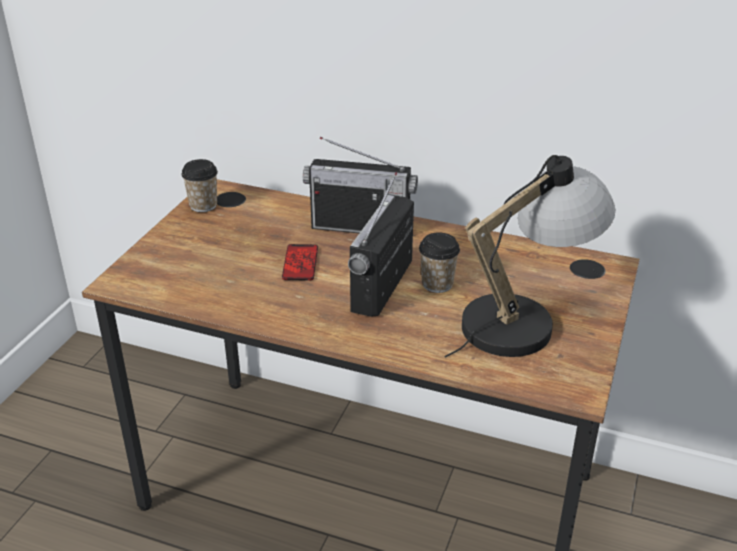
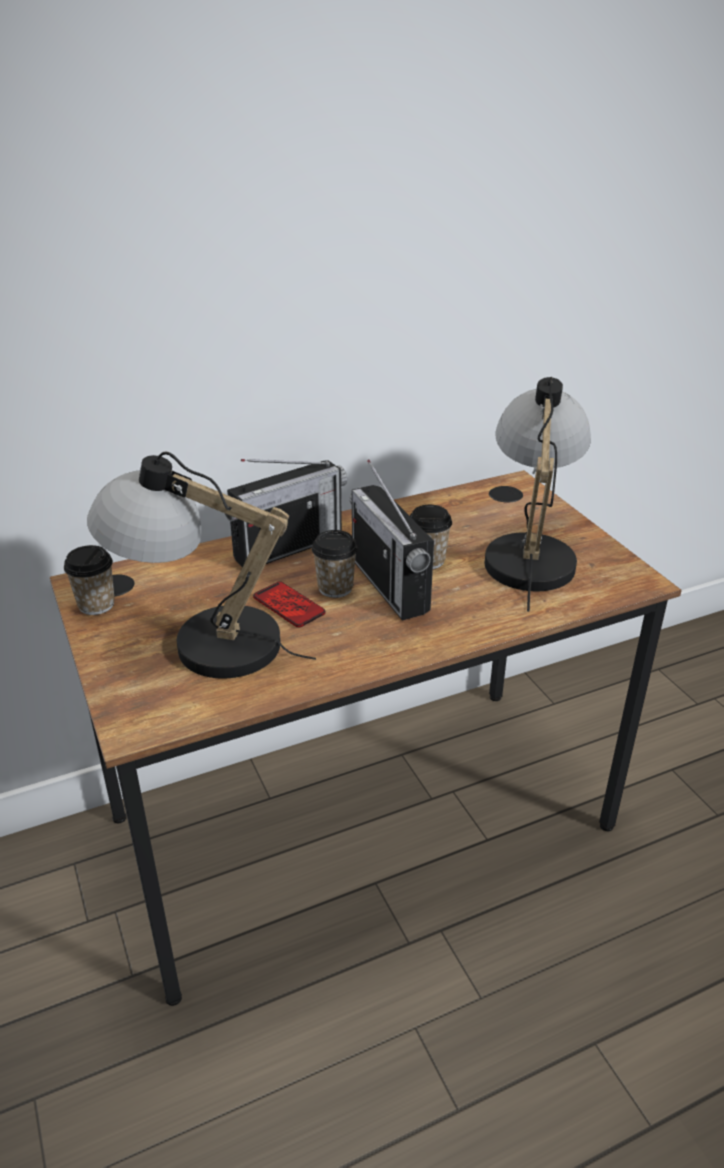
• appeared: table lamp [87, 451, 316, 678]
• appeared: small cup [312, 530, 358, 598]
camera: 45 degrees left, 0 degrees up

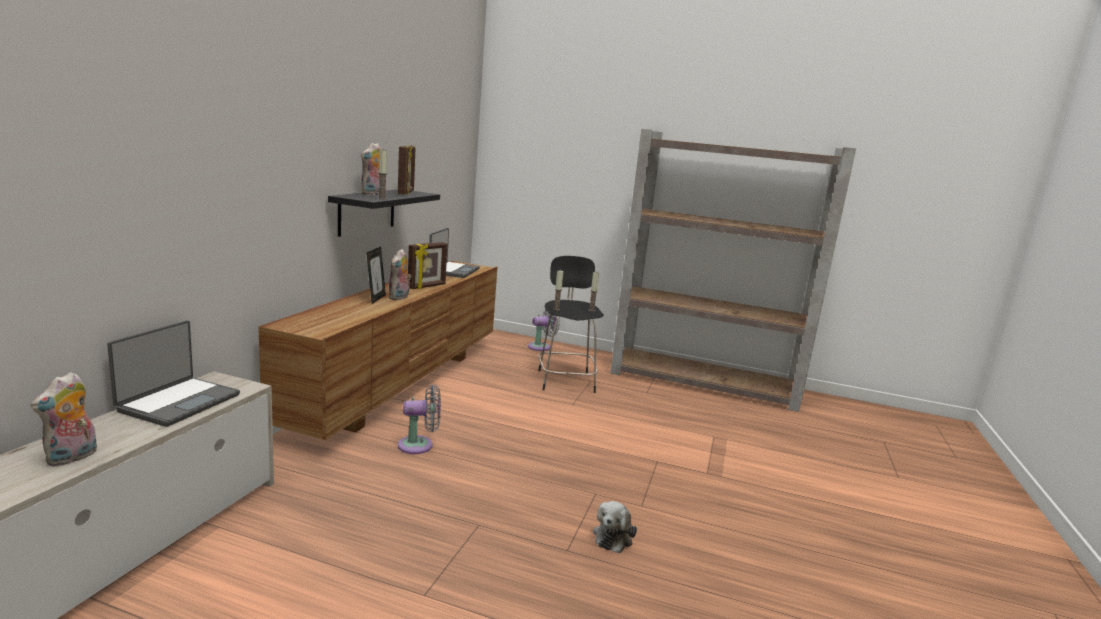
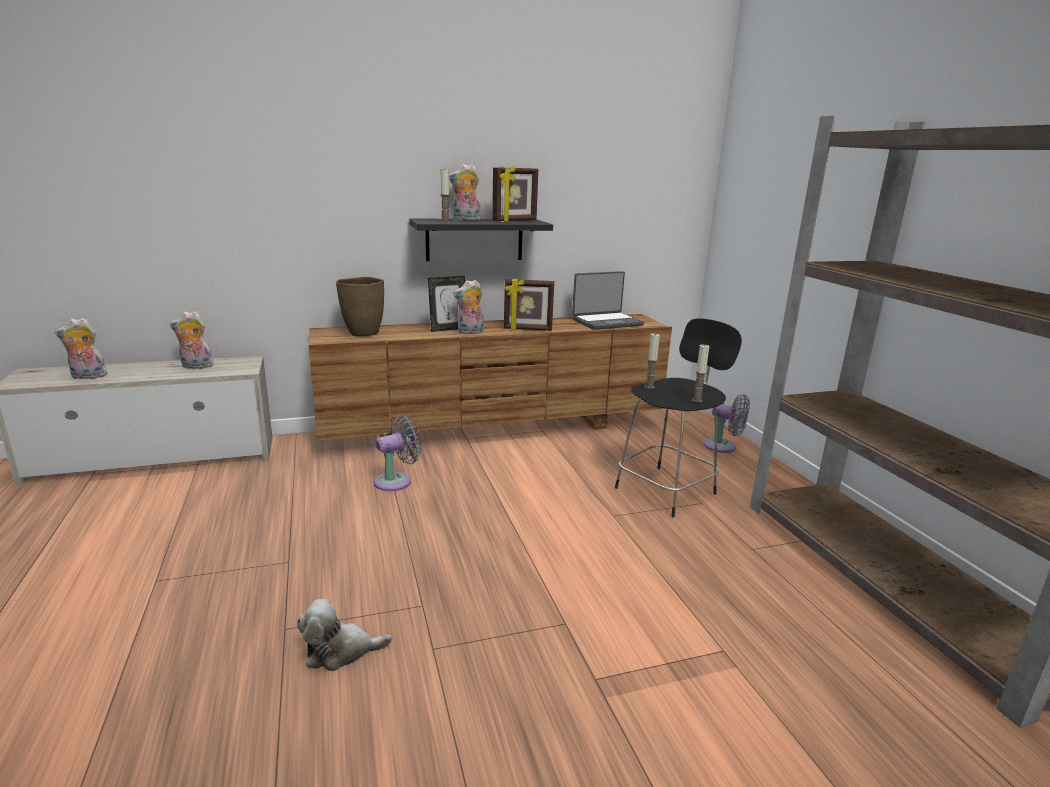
• exchanged: portable computer [107, 320, 240, 427] to soft toy [170, 311, 213, 369]
• appeared: brown decorative vase [336, 277, 384, 336]
• spun: greyish fan [398, 385, 441, 454] = [374, 416, 421, 491] 75 degrees counterclockwise
camera: 55 degrees right, 5 degrees up

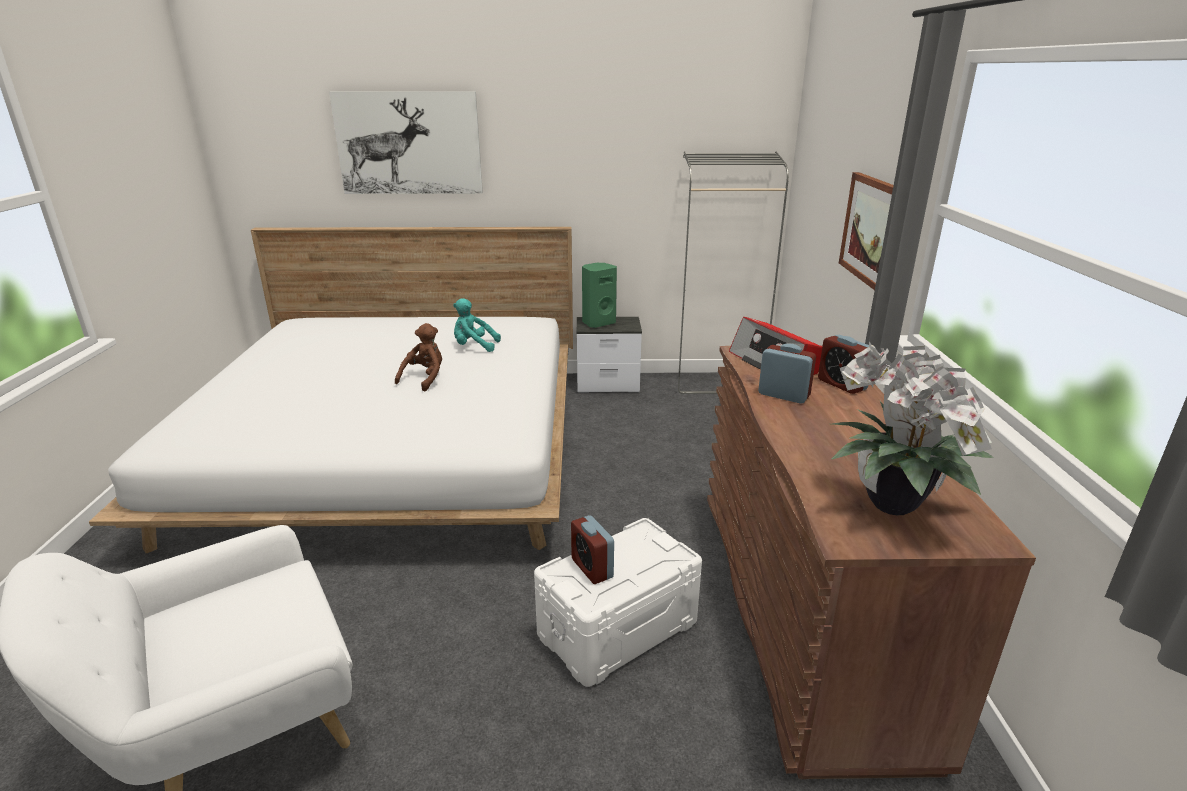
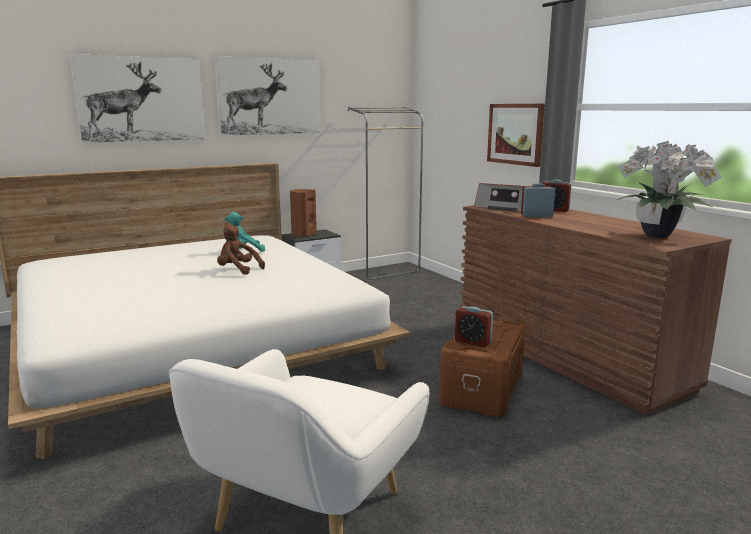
• appeared: picture [214, 56, 321, 136]
• spun: brown soft toy [395, 323, 442, 391] = [217, 224, 265, 275] 60 degrees counterclockwise
• colour: greenish audio speaker [582, 263, 617, 328] to brown audio speaker [290, 189, 317, 238]
• colour: white-coloured storage container [534, 518, 702, 687] to brown storage container [439, 320, 525, 417]
camera: 30 degrees left, 10 degrees down

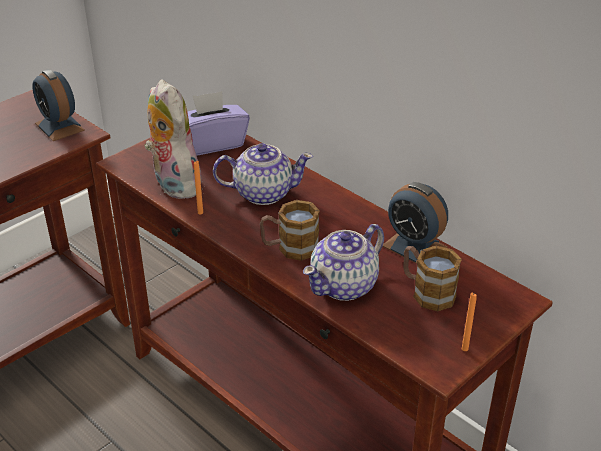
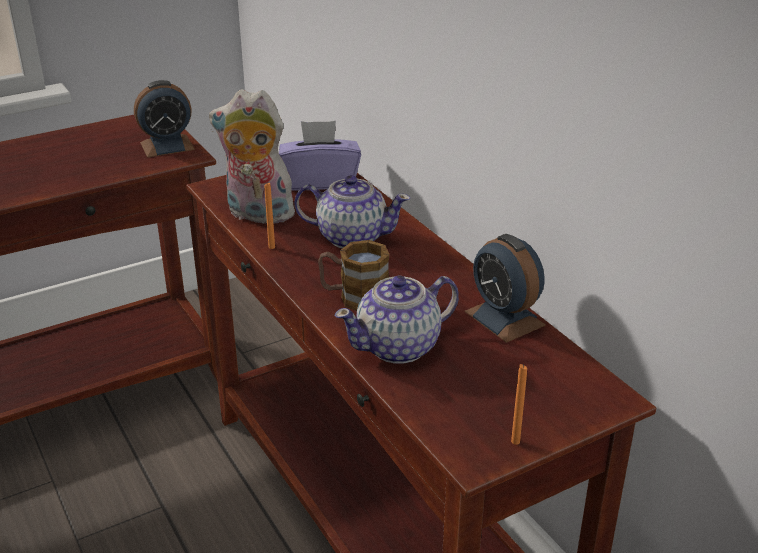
• spun: bedside clock [32, 69, 85, 141] = [134, 80, 195, 158] 90 degrees counterclockwise
• spun: soft toy [144, 79, 201, 199] = [209, 89, 295, 224] 60 degrees counterclockwise
• missing: tea mug [403, 246, 462, 311]
camera: 15 degrees right, 5 degrees down

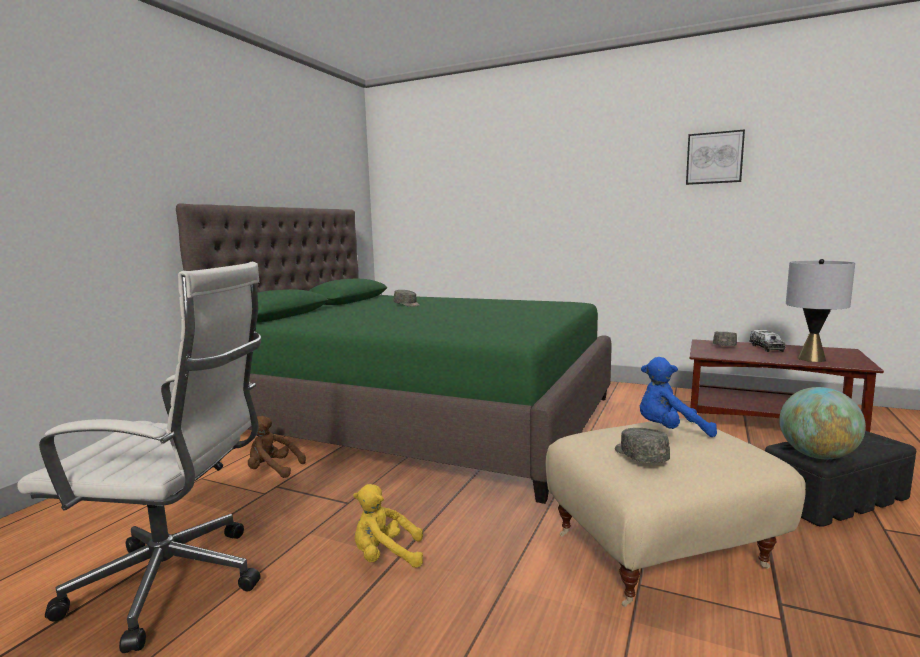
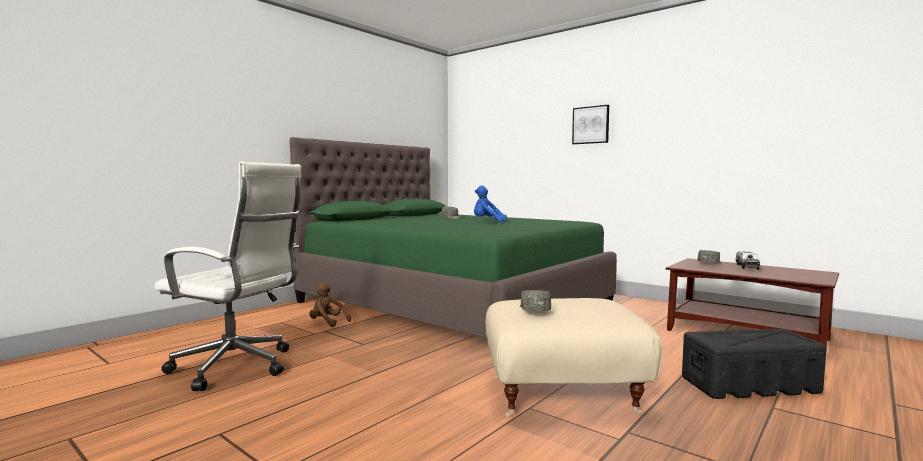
• relocated: blue soft toy [640, 357, 717, 437] to [474, 186, 507, 222]
• relocated: picture [686, 129, 745, 185] to [572, 105, 609, 144]
• missing: yellowish soft toy [353, 484, 423, 568]
• missing: world globe [779, 387, 866, 459]
• missing: greyish table lamp [786, 259, 855, 362]
camera: 15 degrees right, 5 degrees down

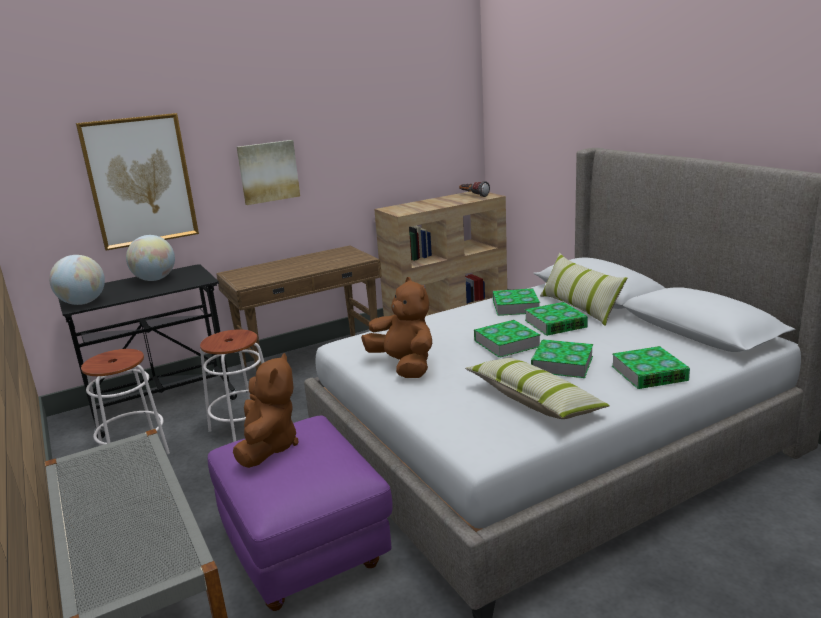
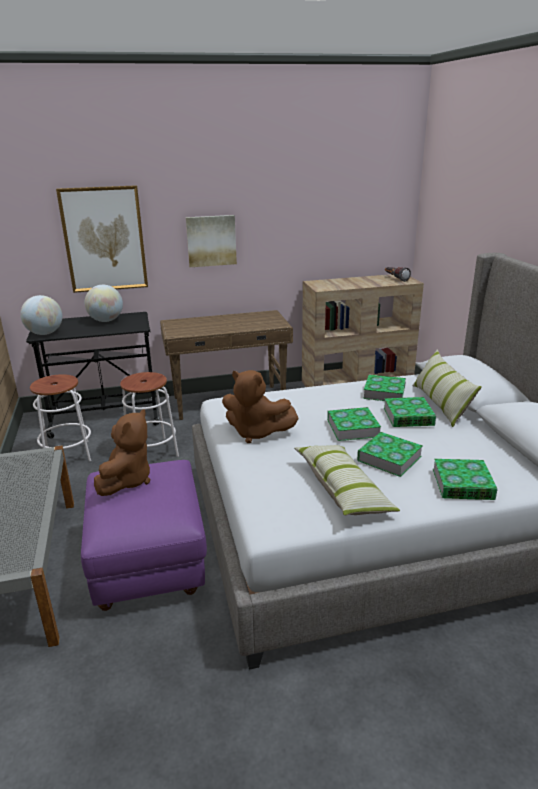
• spun: brown soft toy [361, 277, 432, 378] = [222, 370, 299, 443] 135 degrees clockwise
camera: 15 degrees right, 5 degrees up

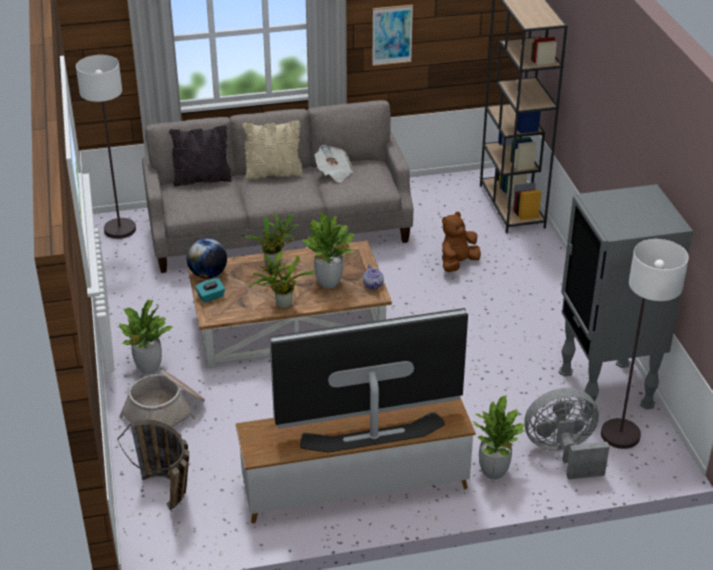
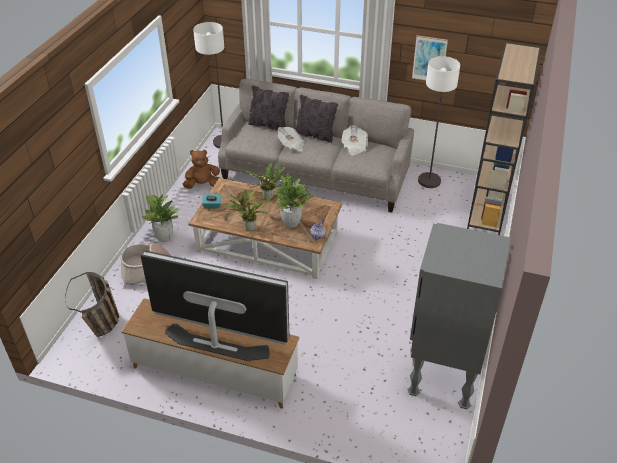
• relocated: brown soft toy [442, 212, 481, 272] to [183, 150, 220, 189]
• appeared: newspaper [278, 127, 305, 152]
• colour: beige-coloured cushion [242, 120, 303, 180] to black cushion [296, 94, 338, 143]
• relocated: white-coloured floor lamp [601, 239, 689, 449] to [418, 56, 460, 188]
• missing: world globe [187, 238, 227, 279]
• missing: plant in a pot [470, 395, 525, 479]
• missing: greyish fan [524, 388, 609, 479]
camera: 30 degrees right, 5 degrees up

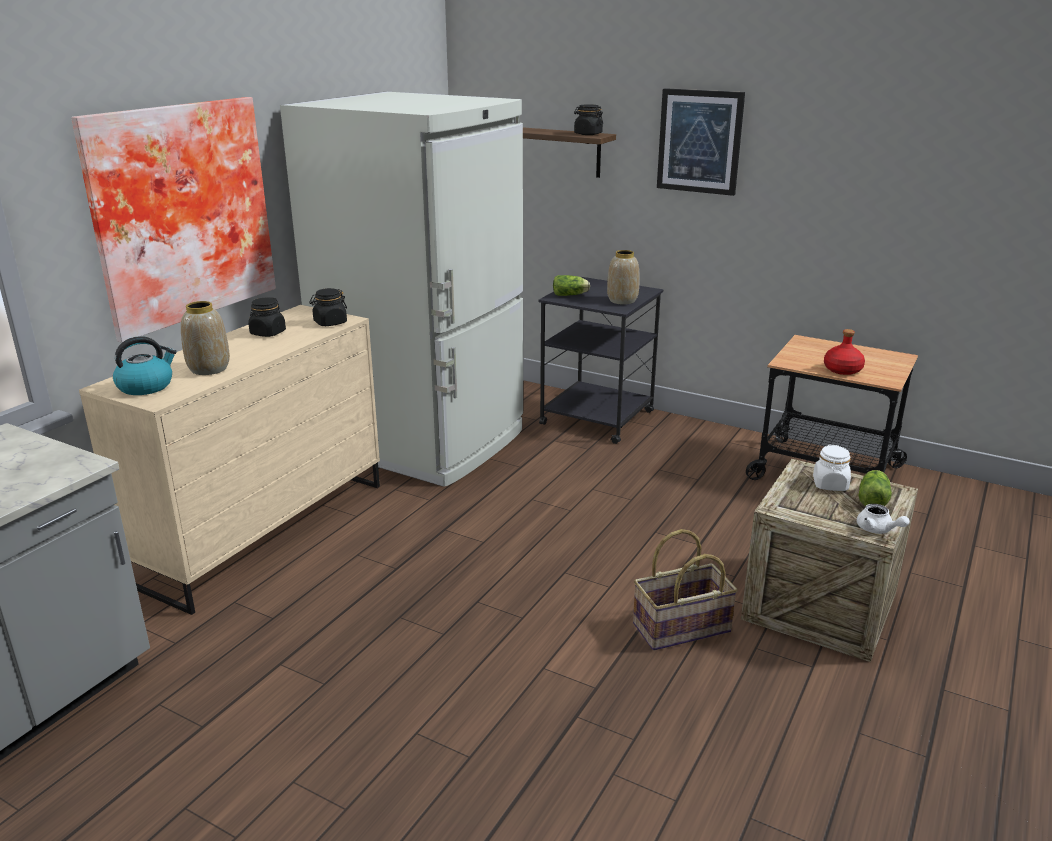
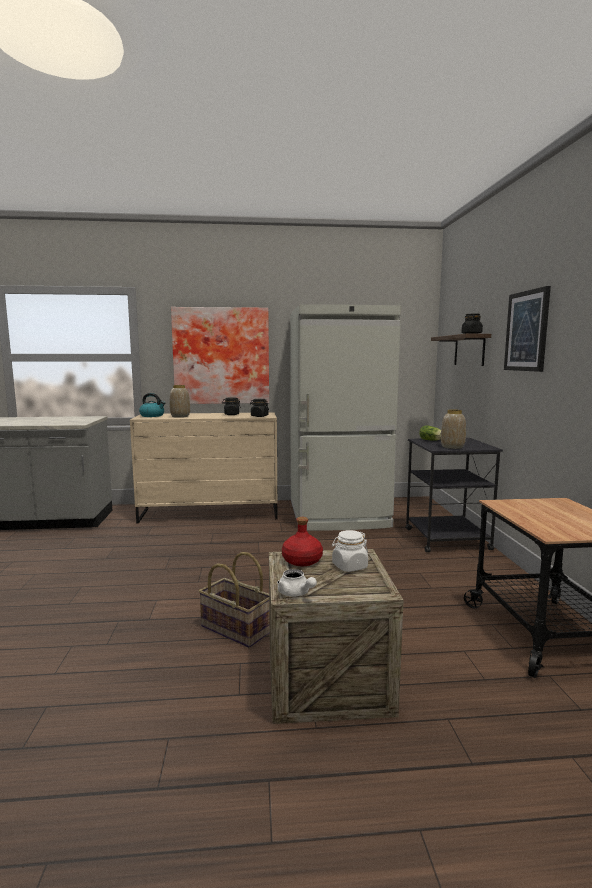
• spun: white-coloured tea pot [857, 504, 910, 534] = [277, 569, 317, 597] 60 degrees counterclockwise
• relocated: red-coloured beverage bottle [824, 329, 865, 375] to [282, 517, 323, 566]
• missing: lettuce [858, 470, 892, 506]
camera: 55 degrees right, 15 degrees down

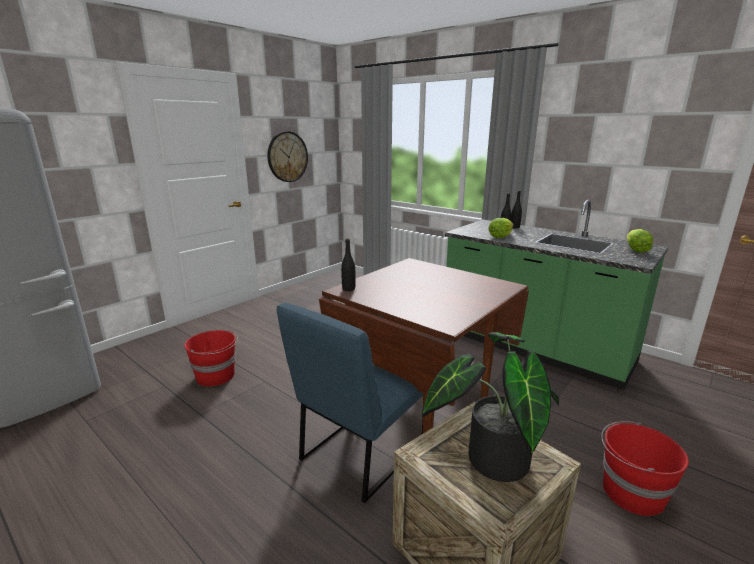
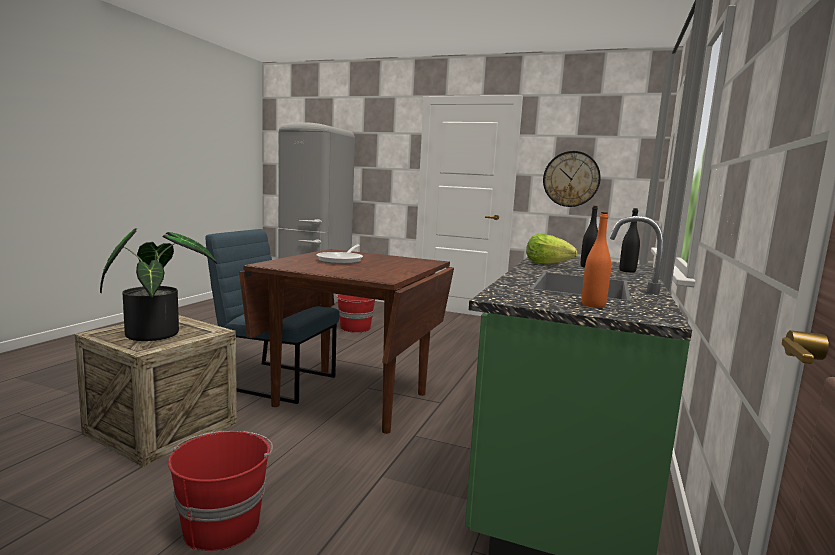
• appeared: pan [316, 245, 363, 264]
• exchanged: lettuce [627, 229, 653, 253] to orangey beverage bottle [582, 212, 611, 308]
• missing: black beverage bottle [341, 238, 356, 291]
camera: 70 degrees right, 10 degrees down

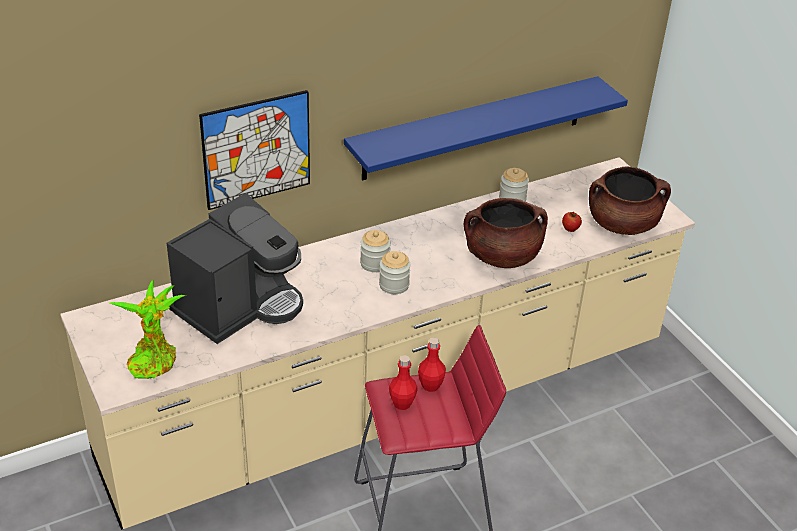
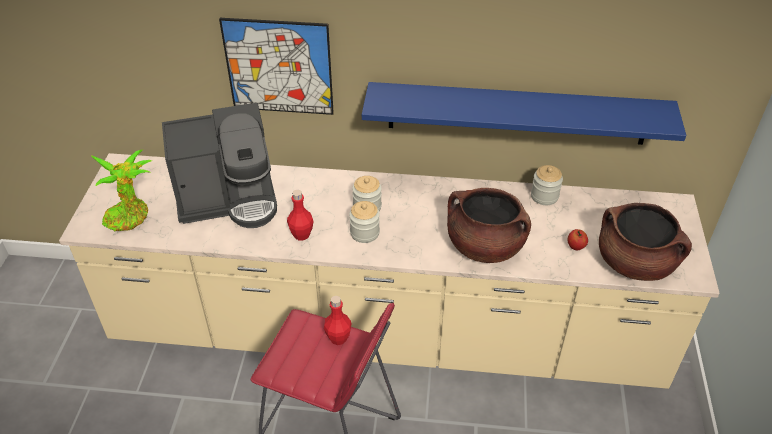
• relocated: red-coloured beverage bottle [389, 355, 418, 410] to [287, 190, 314, 240]
camera: 35 degrees right, 5 degrees up

